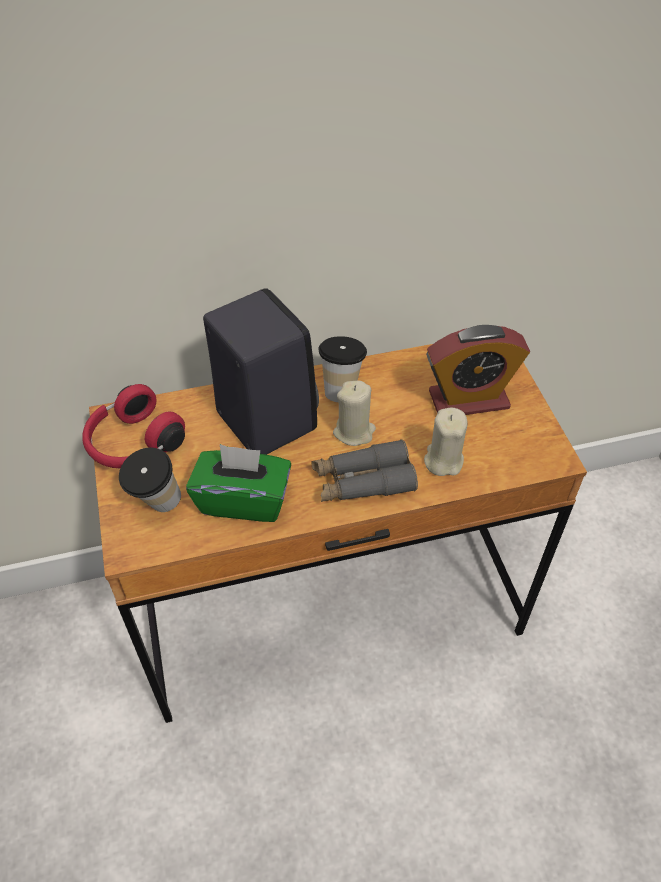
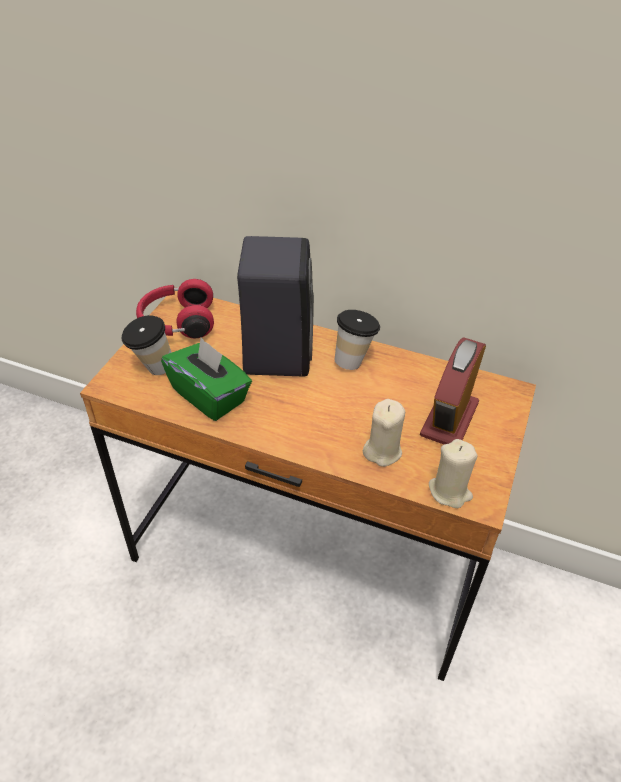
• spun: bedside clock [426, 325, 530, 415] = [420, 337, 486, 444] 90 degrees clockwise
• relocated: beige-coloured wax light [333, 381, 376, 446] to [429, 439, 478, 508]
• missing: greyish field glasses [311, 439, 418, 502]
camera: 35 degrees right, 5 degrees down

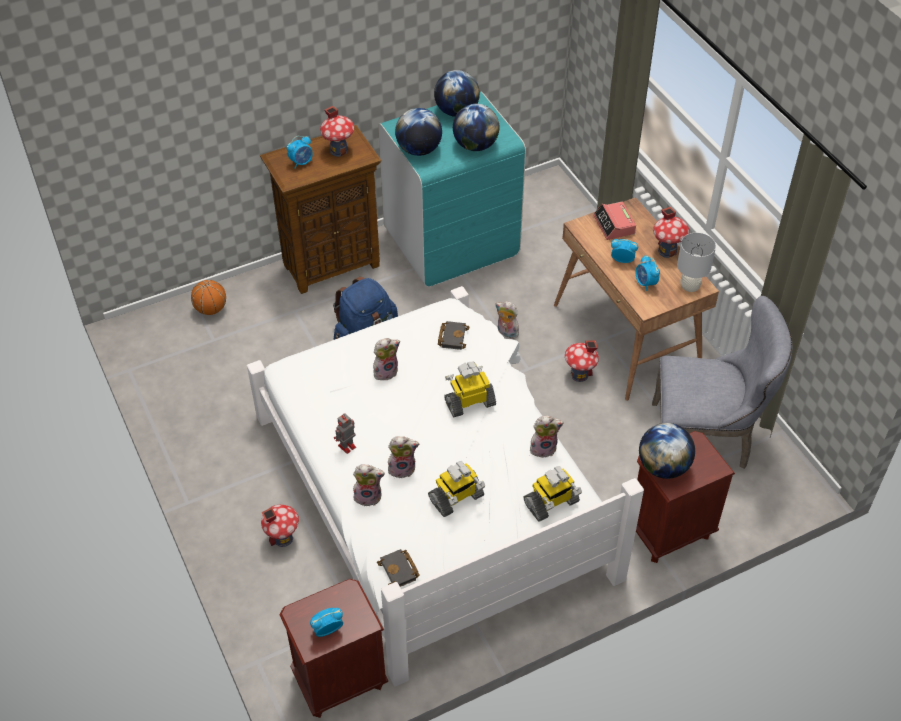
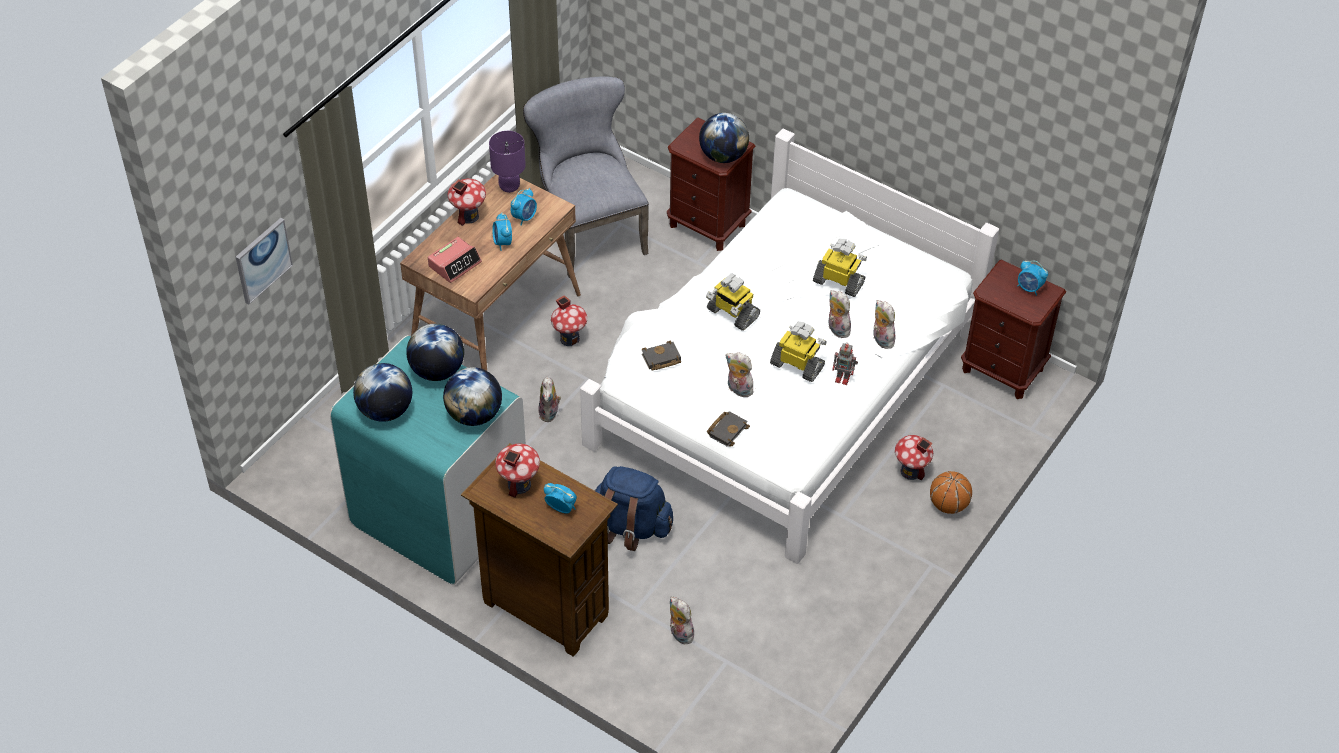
• appeared: picture [236, 218, 293, 304]
• colour: greyish table lamp [677, 233, 716, 292] to purple-coloured table lamp [489, 131, 526, 193]
• relocated: soft toy [530, 416, 564, 458] to [669, 596, 694, 645]
• relocated: black volume [377, 549, 420, 587] to [707, 411, 750, 447]
• relocated: robot figure [523, 466, 582, 522] to [770, 321, 827, 382]
• relocated: basketball ball [191, 280, 226, 315] to [930, 471, 972, 514]
camera: 120 degrees left, 0 degrees up

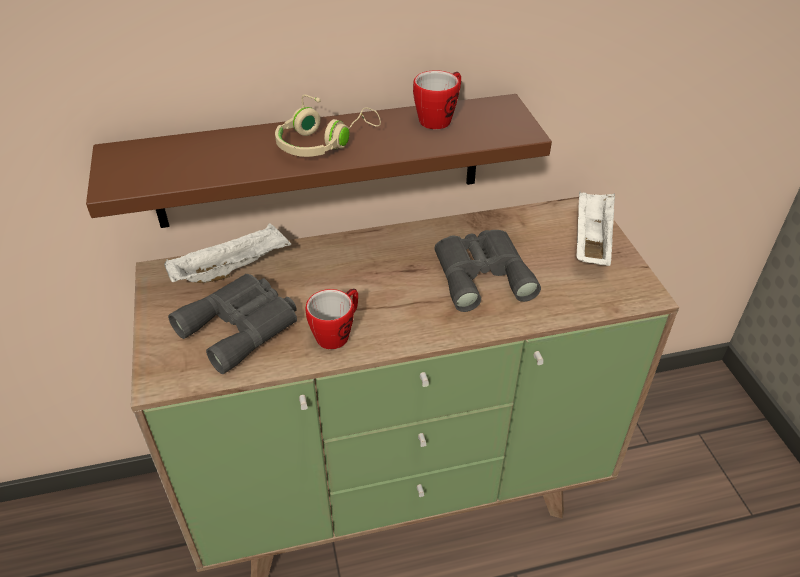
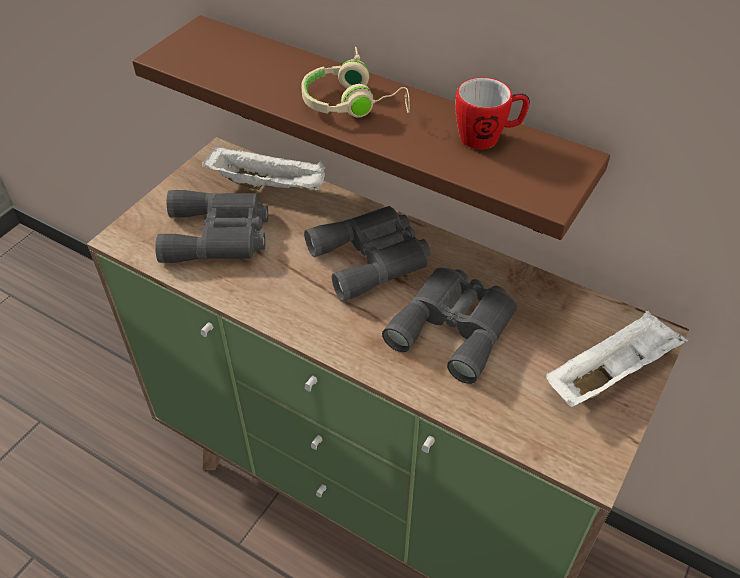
• appeared: greyish field glasses [304, 206, 430, 302]
• missing: tea mug [305, 289, 358, 349]
camera: 45 degrees right, 5 degrees up

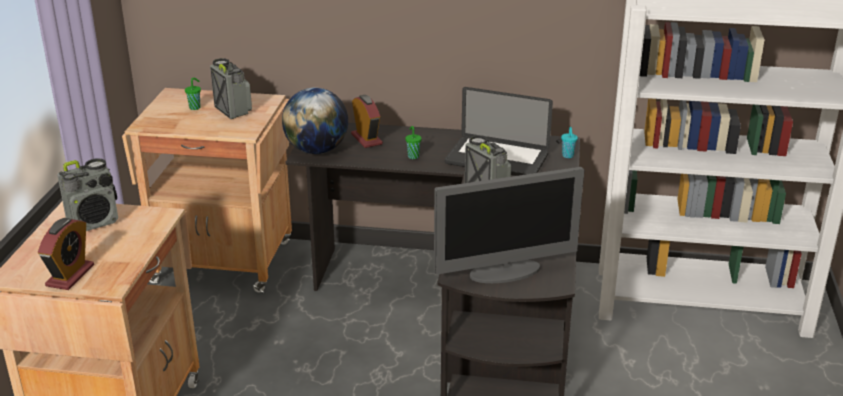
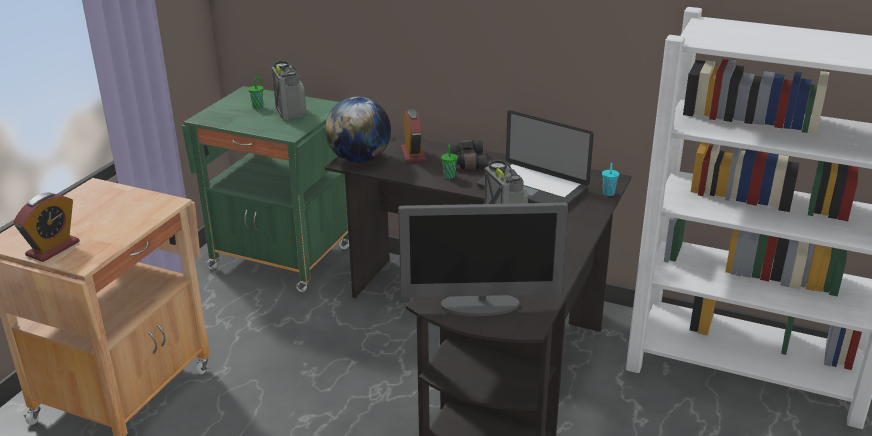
• colour: brown cart [122, 88, 292, 293] to greenish cart [182, 86, 349, 292]
• appeared: black field glasses [450, 140, 487, 170]
• missing: radio [57, 159, 118, 231]
camera: 15 degrees right, 0 degrees up

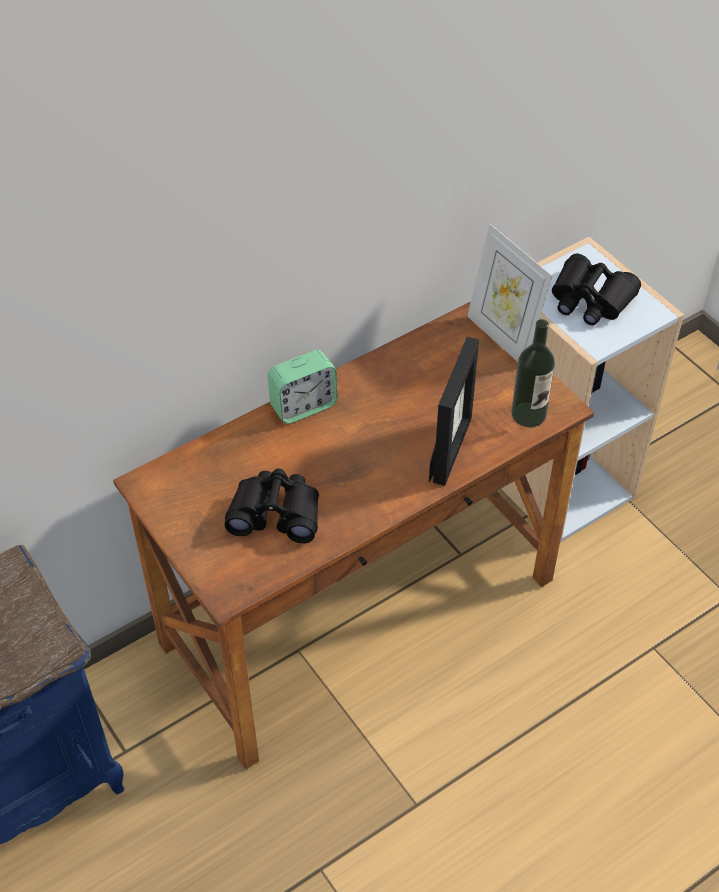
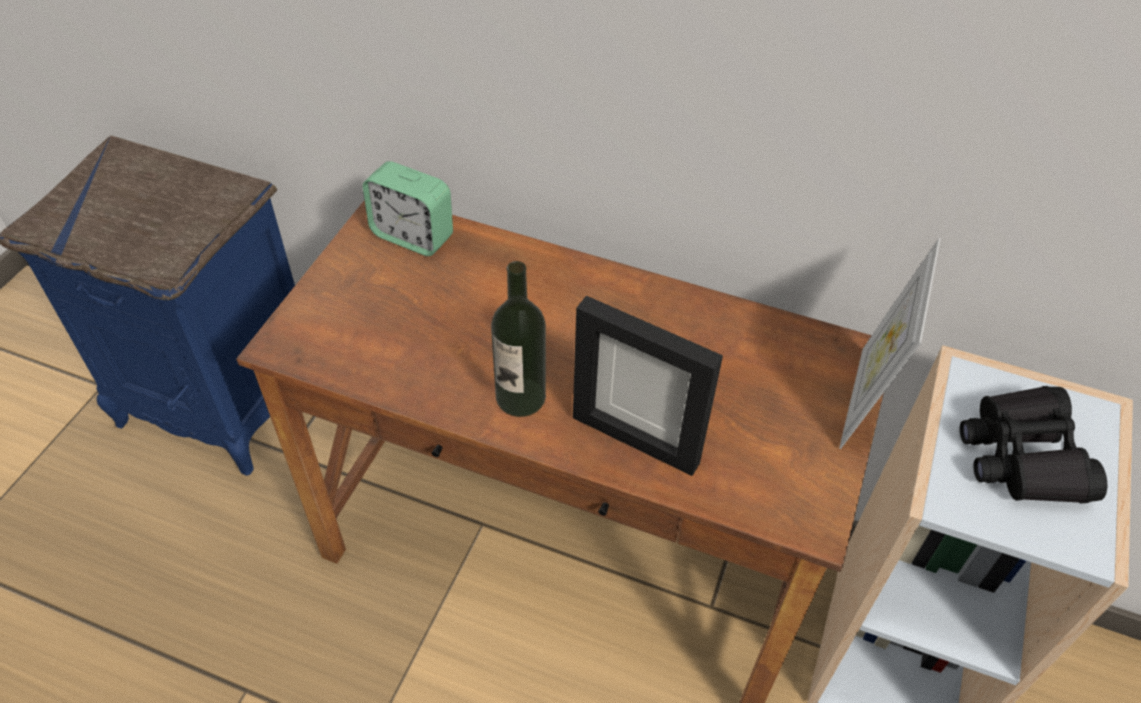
• relocated: bedside clock [267, 350, 338, 424] to [362, 161, 453, 256]
• relocated: beverage bottle [511, 319, 555, 427] to [491, 261, 546, 417]
• spun: picture frame [429, 337, 479, 486] = [573, 296, 723, 476] 45 degrees clockwise
• missing: black field glasses [224, 468, 319, 543]
camera: 55 degrees right, 0 degrees up

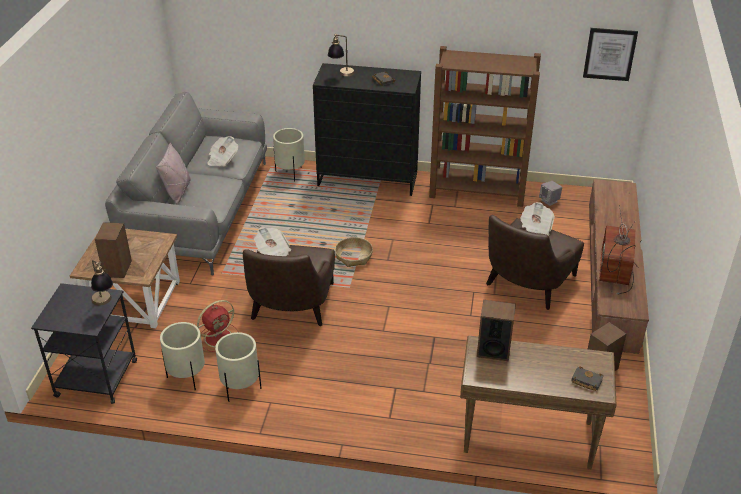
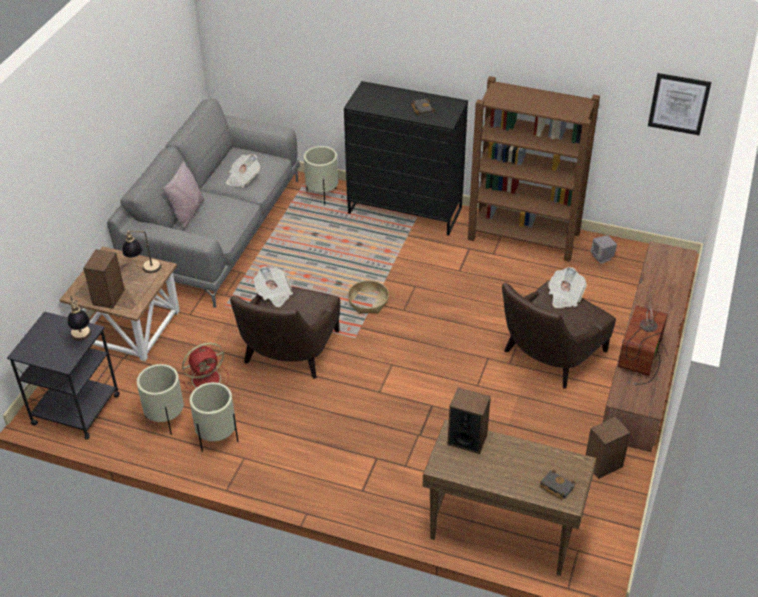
• relocated: table lamp [328, 34, 355, 76] to [122, 230, 161, 273]
camera: 10 degrees right, 5 degrees up

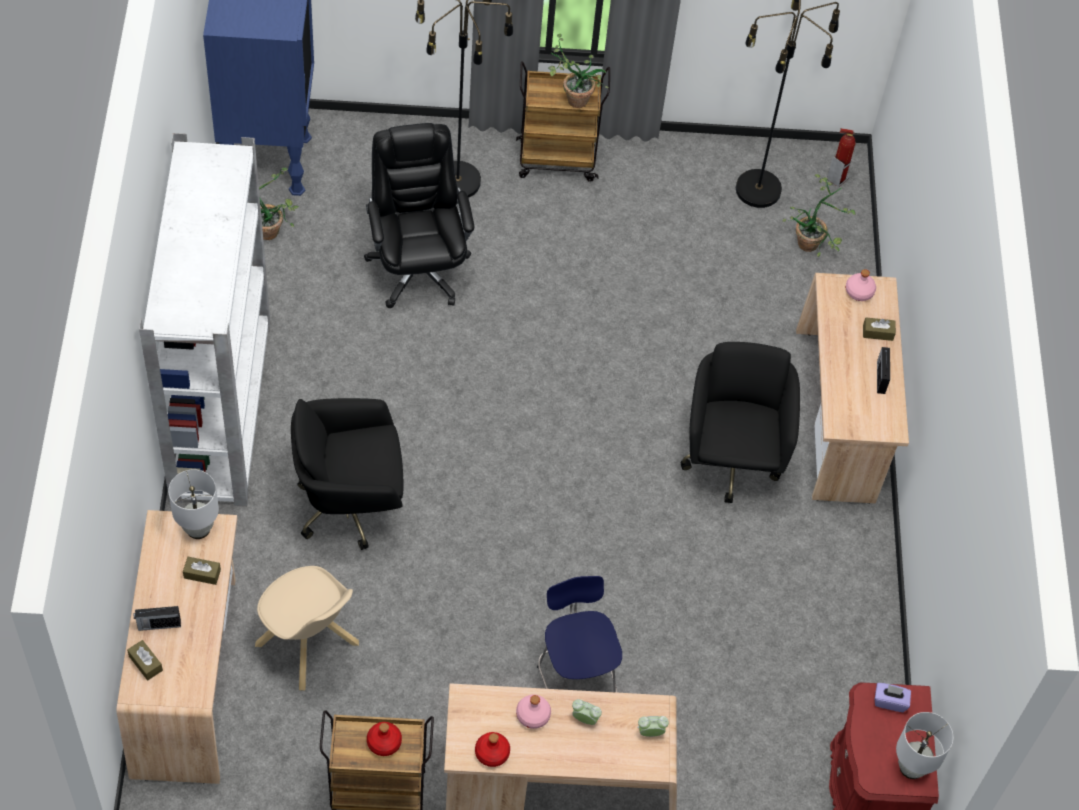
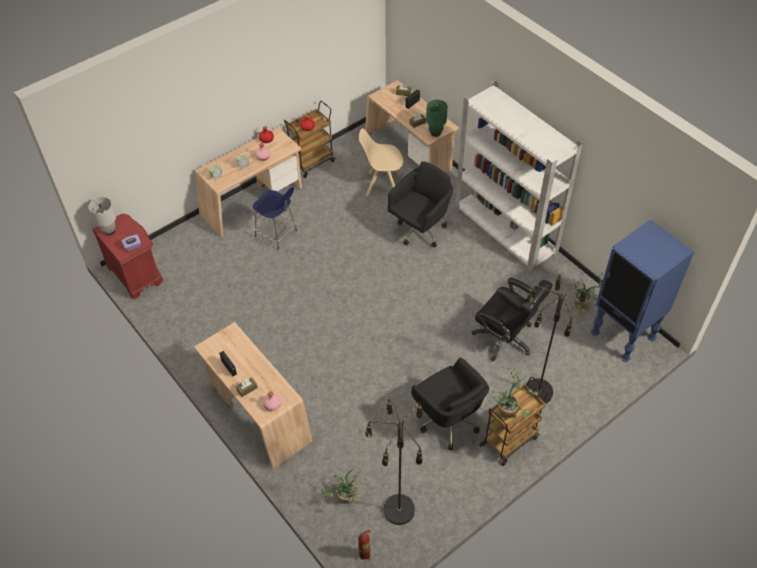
• relocated: black desk chair [680, 342, 800, 503] to [411, 358, 489, 450]
• colour: white-coloured table lamp [168, 469, 219, 539] to greenish table lamp [426, 100, 448, 137]
camera: 145 degrees right, 5 degrees down

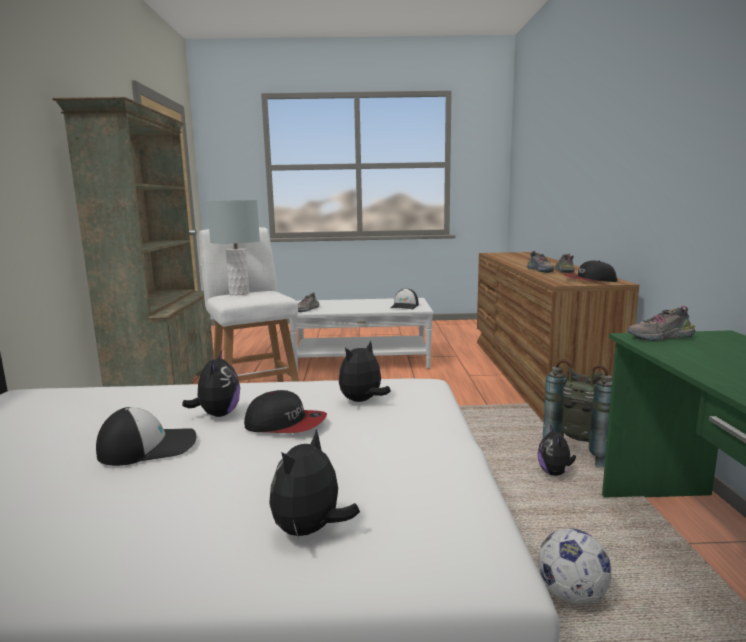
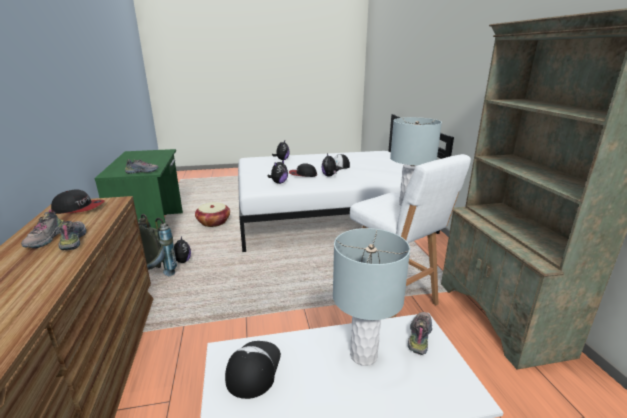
• exchanged: ball for football [538, 528, 612, 605] to basket [195, 202, 230, 227]
• appeared: greyish table lamp [333, 228, 410, 366]
camera: 170 degrees right, 10 degrees up

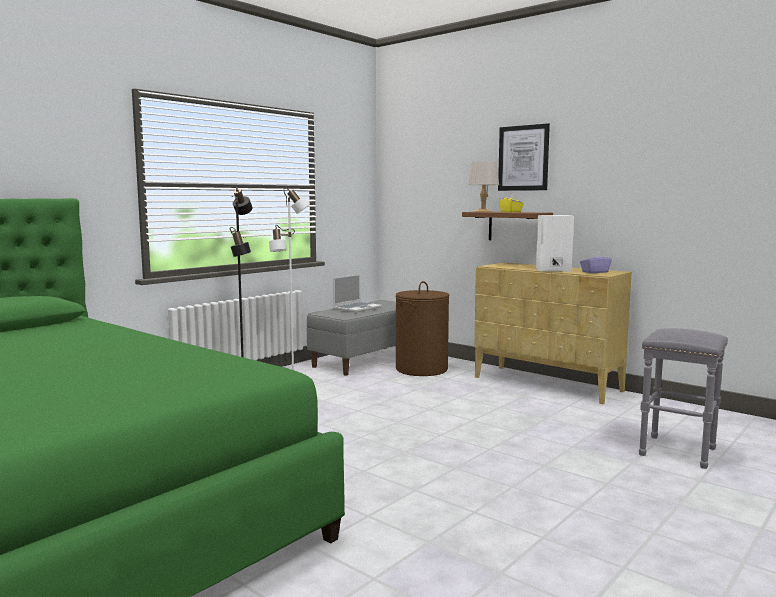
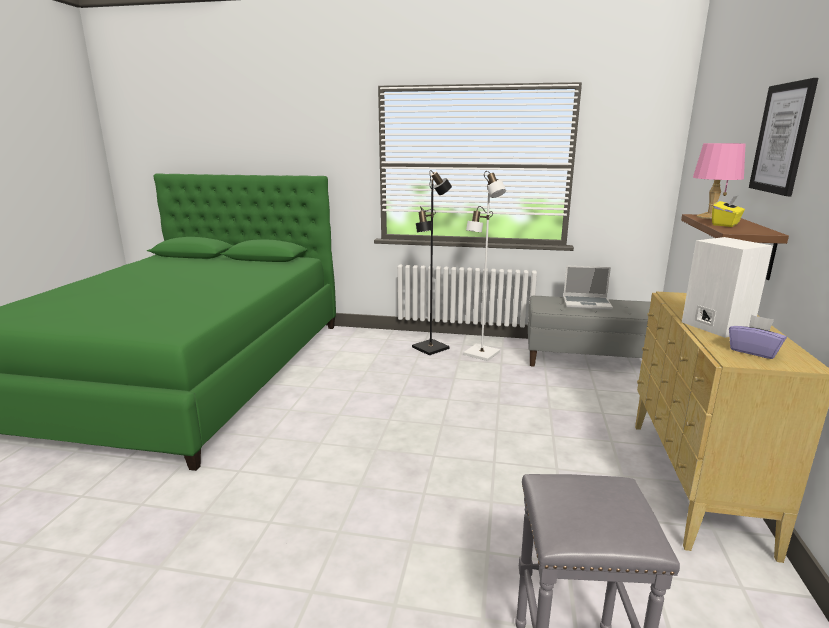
• colour: greyish table lamp [469, 161, 499, 212] to pink-coloured table lamp [693, 143, 745, 219]
• missing: brown washing basket [395, 281, 449, 376]
camera: 60 degrees right, 10 degrees up

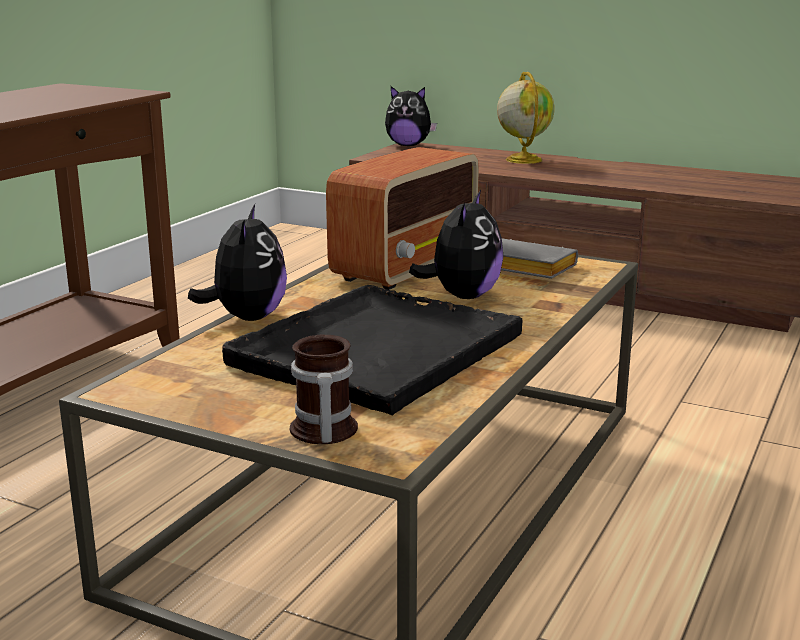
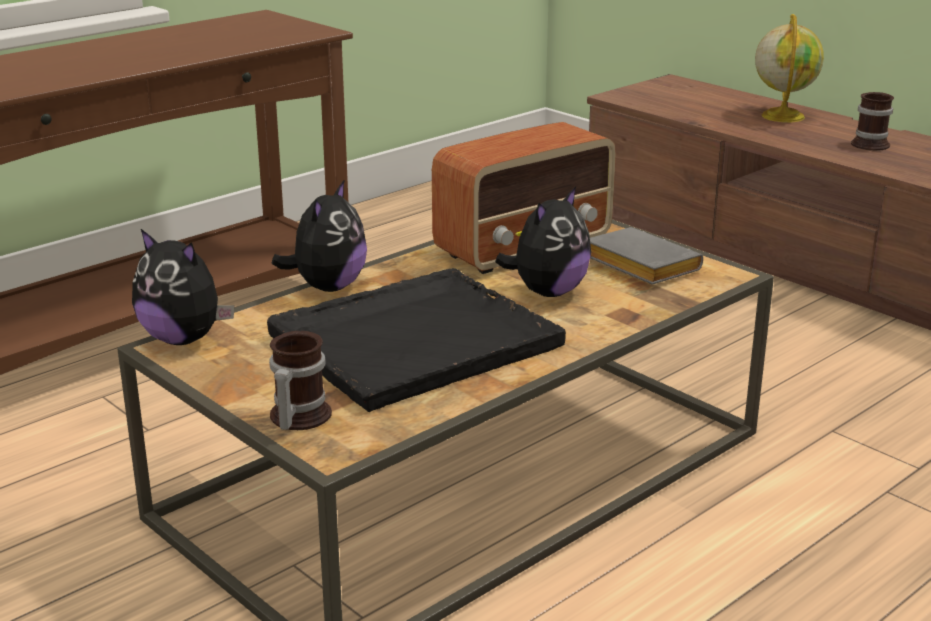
• relocated: soft toy [385, 86, 437, 146] to [132, 229, 234, 345]
• appeared: tea mug [851, 92, 894, 151]
camera: 20 degrees right, 5 degrees up

